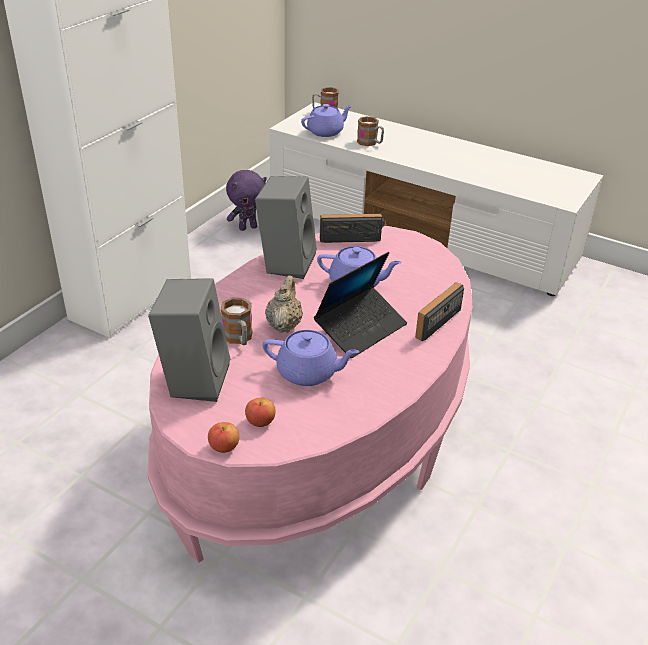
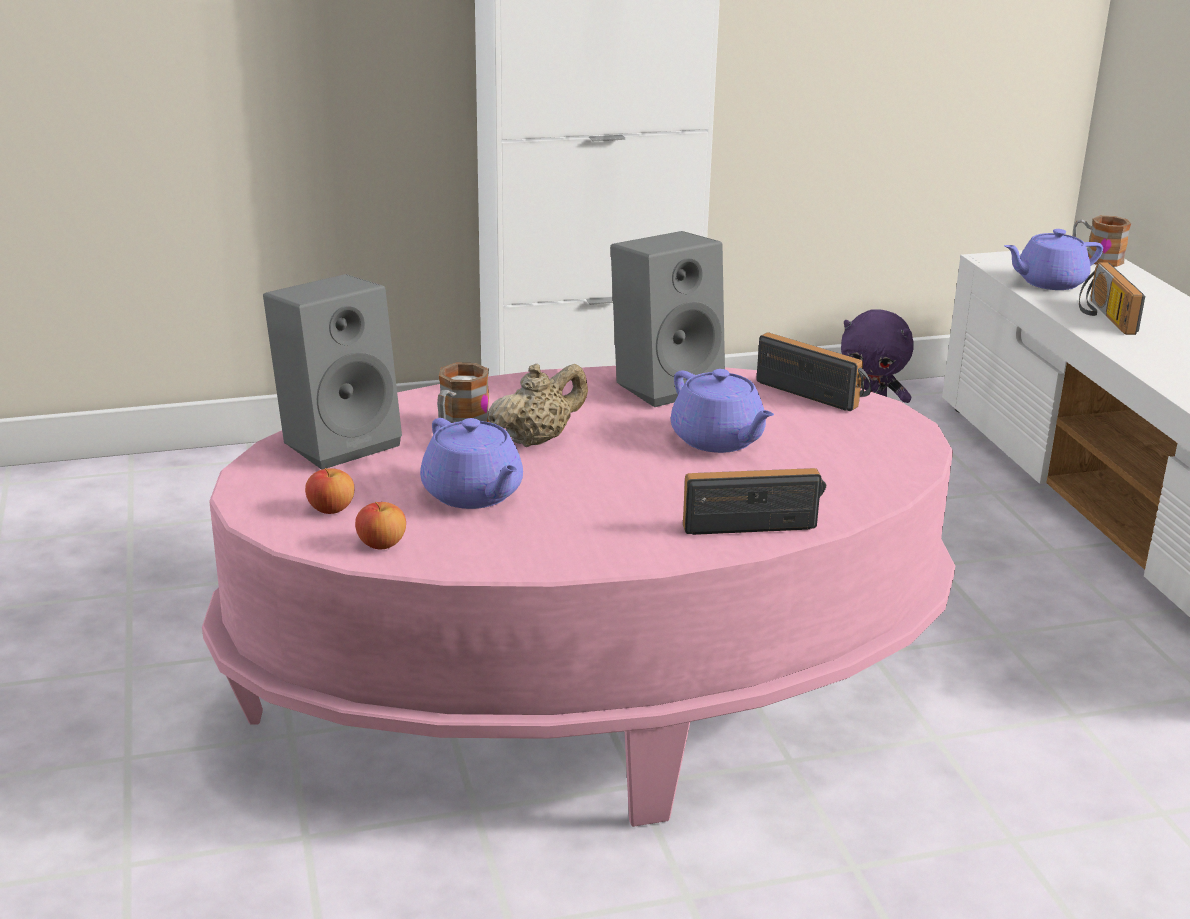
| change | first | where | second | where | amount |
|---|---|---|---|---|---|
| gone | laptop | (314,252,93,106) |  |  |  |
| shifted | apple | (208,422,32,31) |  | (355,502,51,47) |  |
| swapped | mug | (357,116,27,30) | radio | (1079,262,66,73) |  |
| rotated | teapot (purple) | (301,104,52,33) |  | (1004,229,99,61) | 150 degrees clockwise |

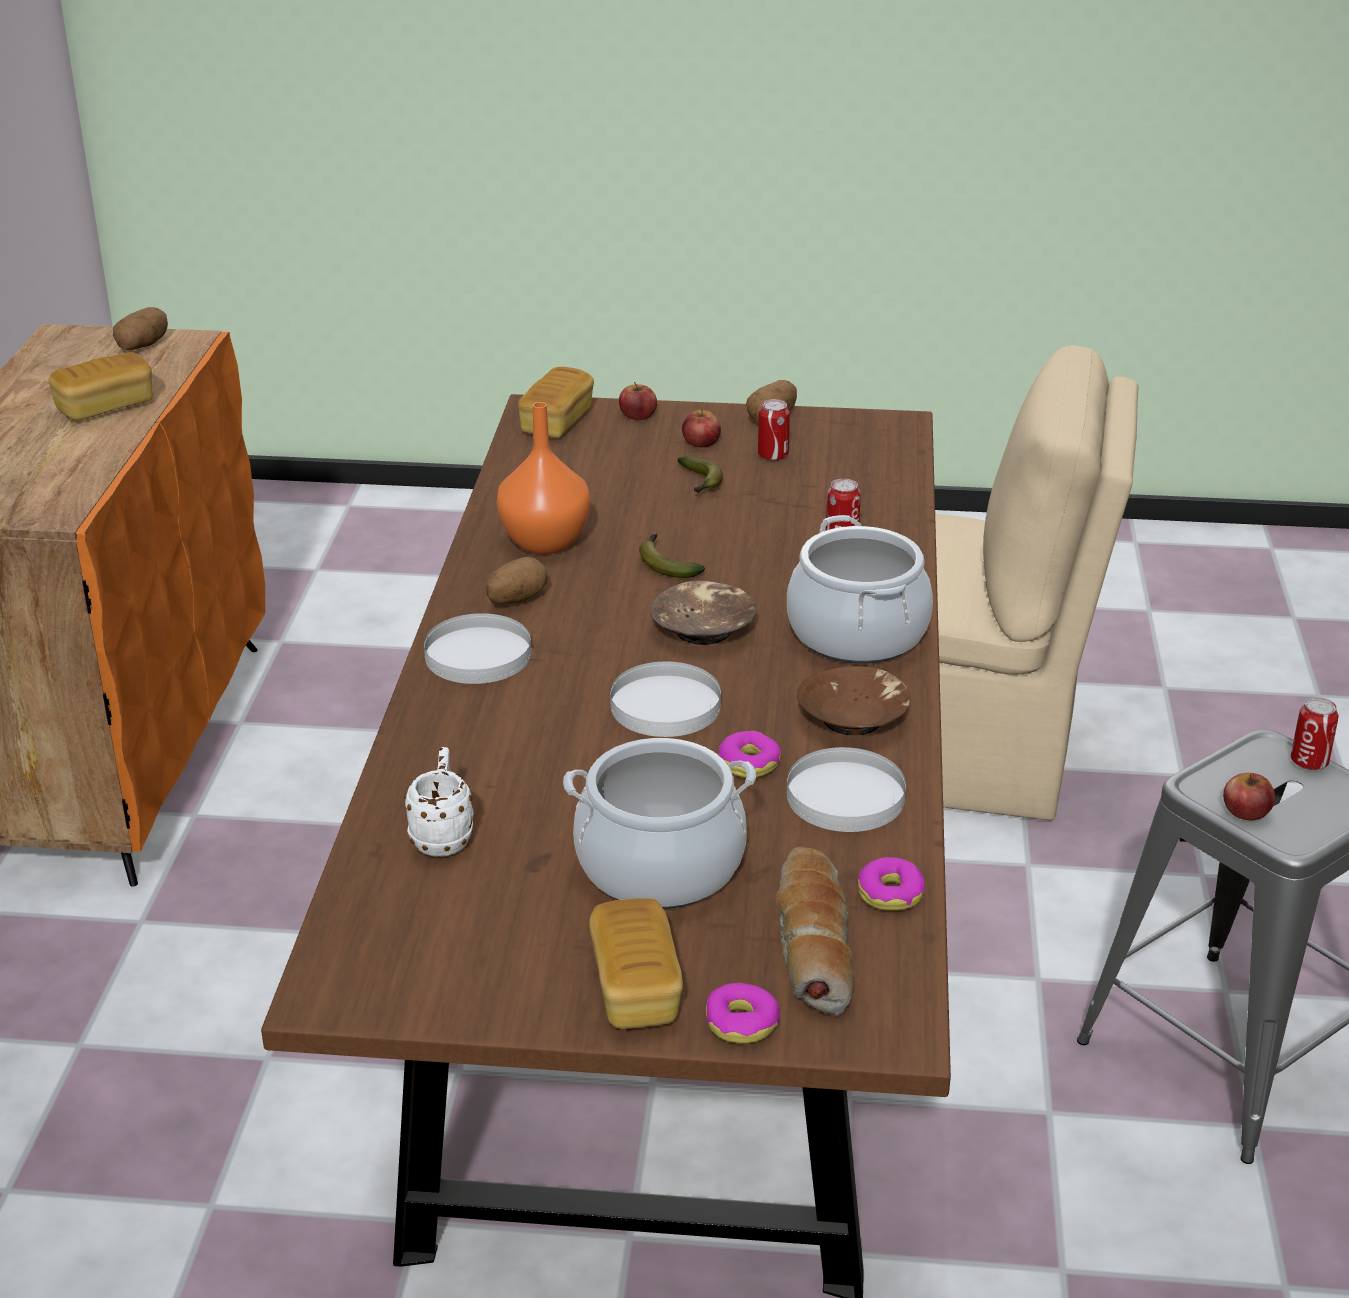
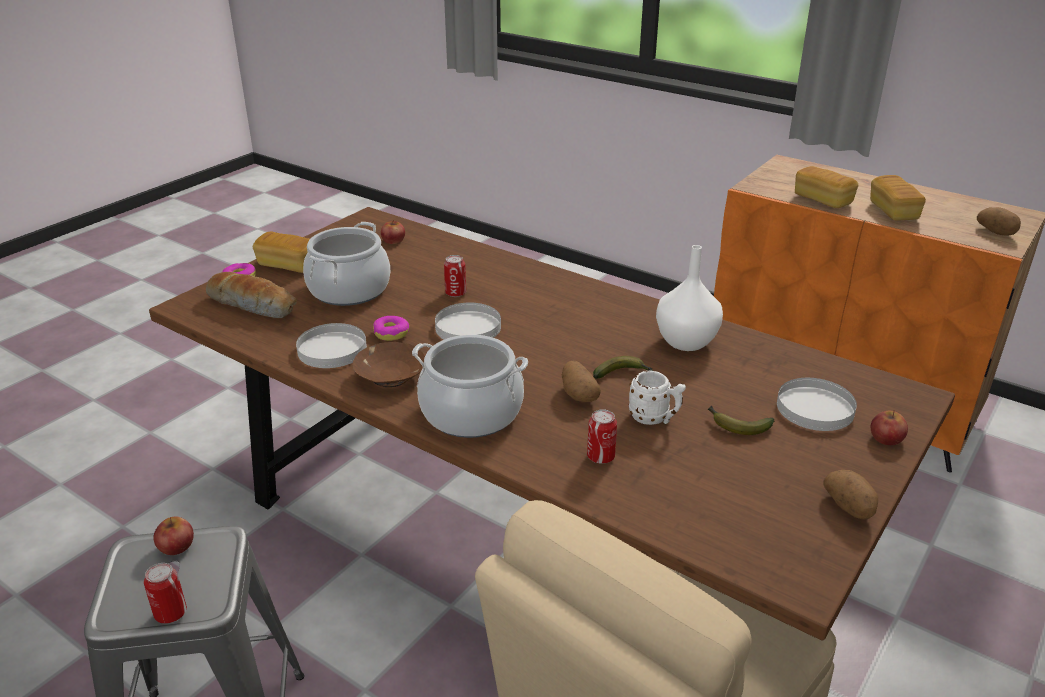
| change | first | where | second | where | amount |
|---|---|---|---|---|---|
| gone | bowl (brown) | (651,580,105,65) |  |  |  |
| gone | donut | (857,857,68,54) |  |  |  |
| shifted | mug (white) | (404,747,70,110) |  | (628,370,58,55) |  |
| shifted | plate (white) | (424,613,107,71) |  | (777,378,80,53) |  |
| shifted | potato | (486,557,61,47) |  | (562,361,39,41) |  |
| shifted | bread | (518,367,76,71) |  | (795,166,63,42) |  |
| shifted | apple | (682,407,39,40) |  | (381,220,24,24) |  |
| shifted | can | (758,399,32,62) |  | (444,255,22,42) |  |
| repainted | vase (orange) | (497,402,93,152) | vase (white) | (656,245,67,106) |  |

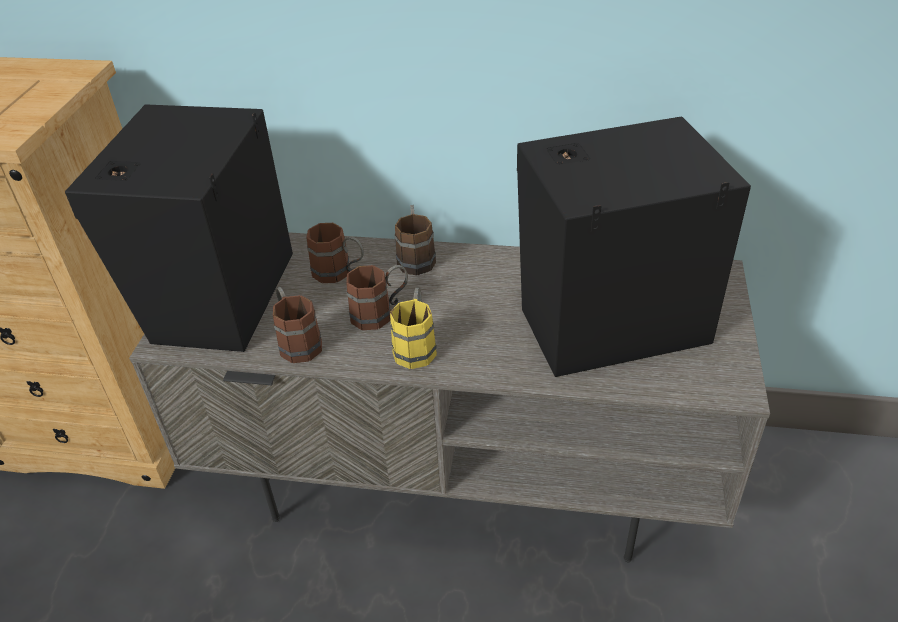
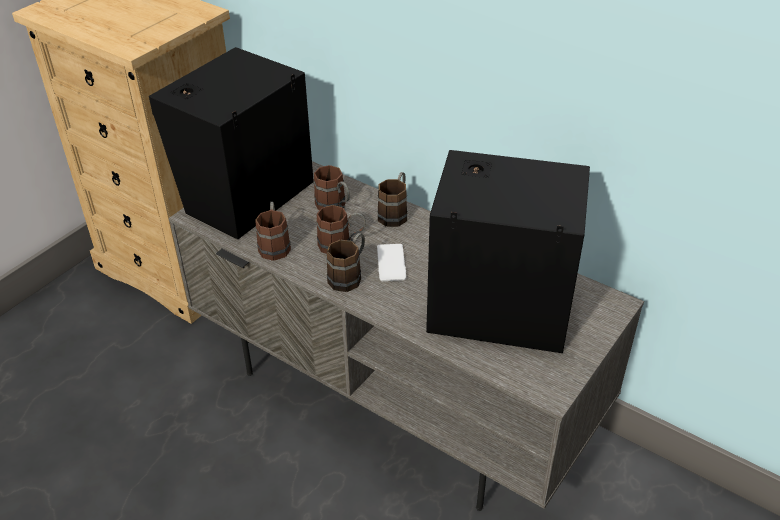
| change | first | where | second | where | amount |
|---|---|---|---|---|---|
| new |  |  | phone | (377,244,29,37) |  |
| repainted | mug (yellow) | (390,288,47,81) | mug (brown) | (326,233,39,59) |  |

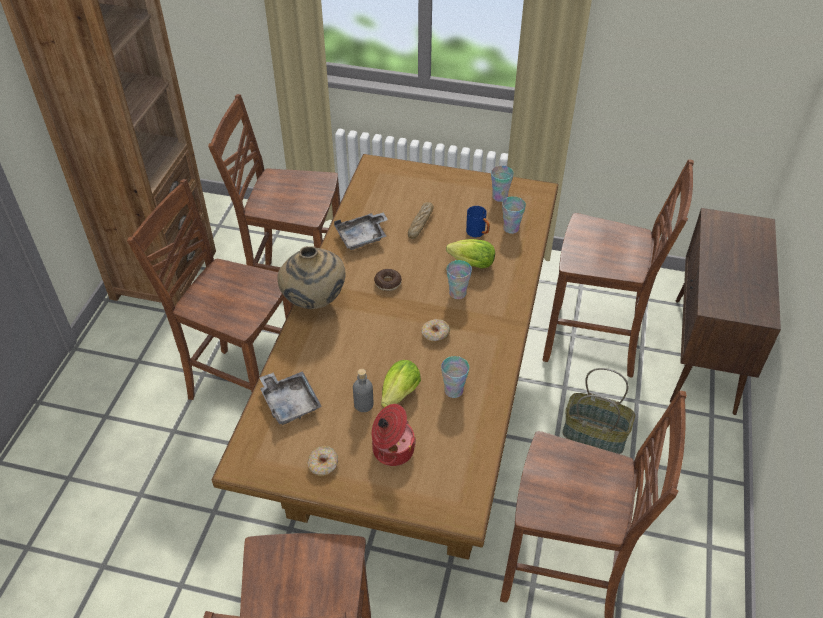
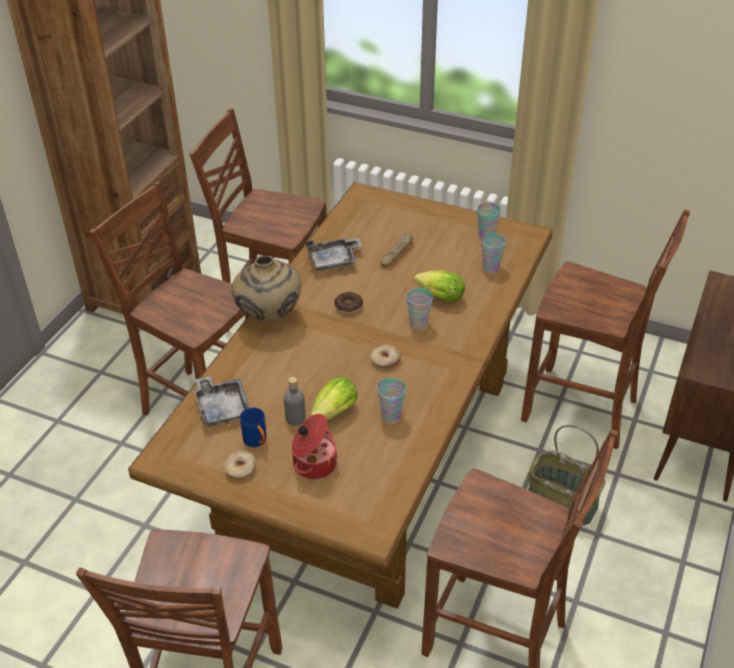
| change | first | where | second | where | amount |
|---|---|---|---|---|---|
| shifted | mug (blue) | (466,206,24,31) |  | (240,407,27,40) |  |

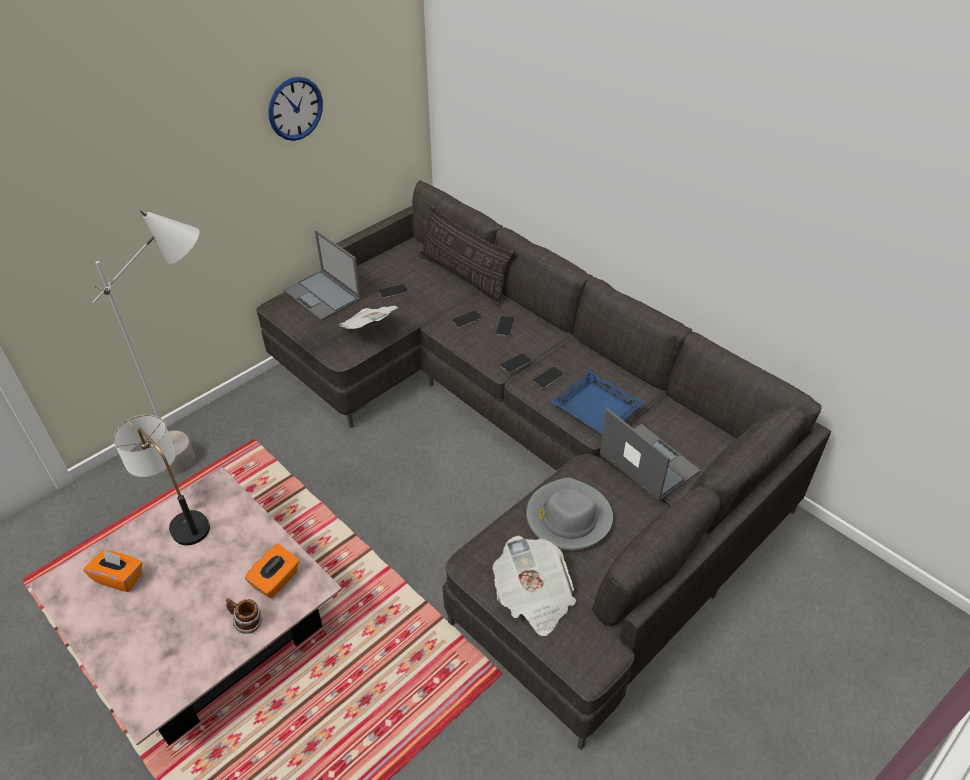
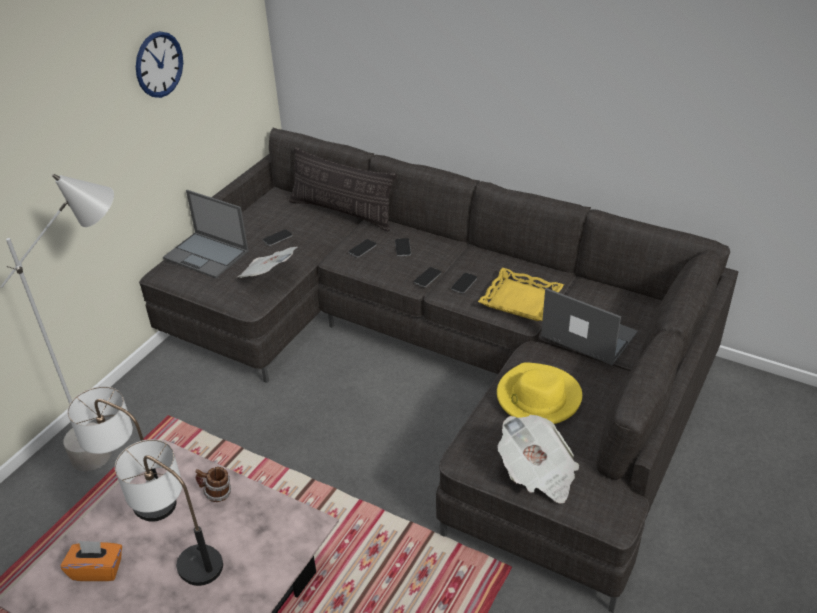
| change | first | where | second | where | amount |
|---|---|---|---|---|---|
| gone | tissue box (orange) | (245,544,54,54) |  |  |  |
| new |  |  | table lamp | (115,439,108,147) |  |
| shifted | mug | (225,598,38,36) |  | (195,467,36,35) |  |
| repainted | hat (grey) | (526,477,87,73) | hat (yellow) | (497,362,85,62) |  |
| repainted | tray (blue) | (550,370,95,64) | tray (yellow) | (478,268,86,53) |  |

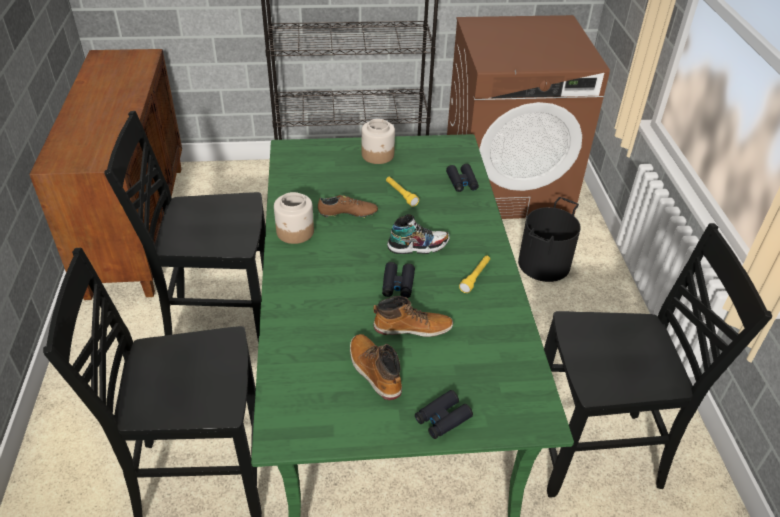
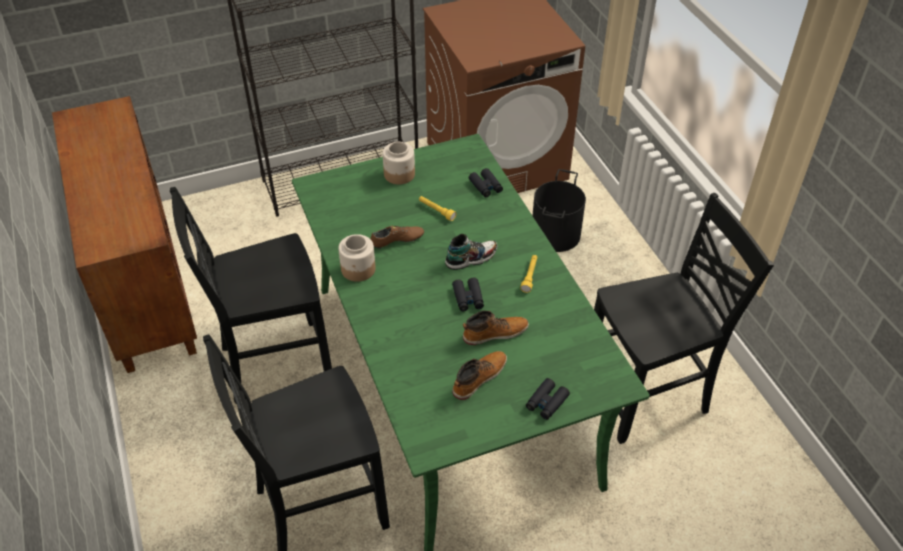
| change | first | where | second | where | amount |
|---|---|---|---|---|---|
| rotated | boot | (350,334,52,66) |  | (452,351,55,49) | 90 degrees clockwise |

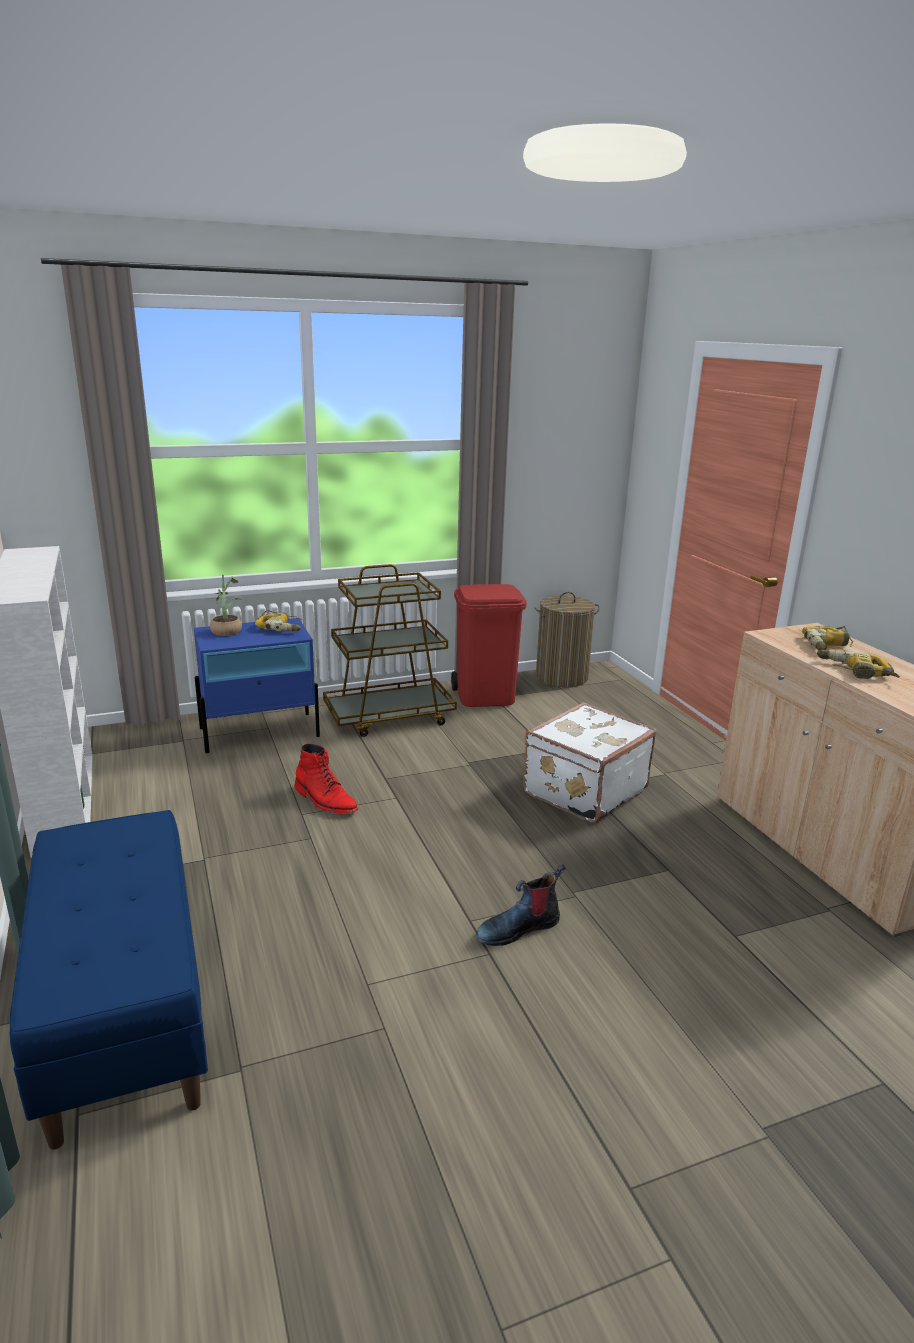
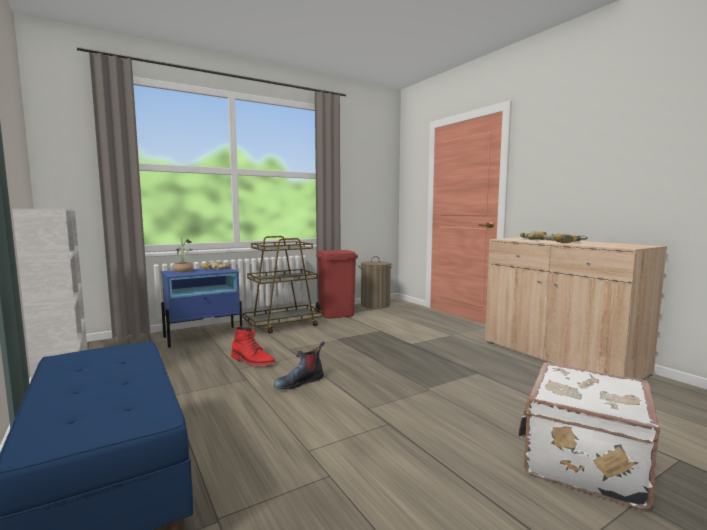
| change | first | where | second | where | amount |
|---|---|---|---|---|---|
| shifted | boot | (476,864,90,82) |  | (274,341,51,49) |  |
| shifted | suitcase (white) | (523,702,134,121) |  | (518,362,142,148) |  |

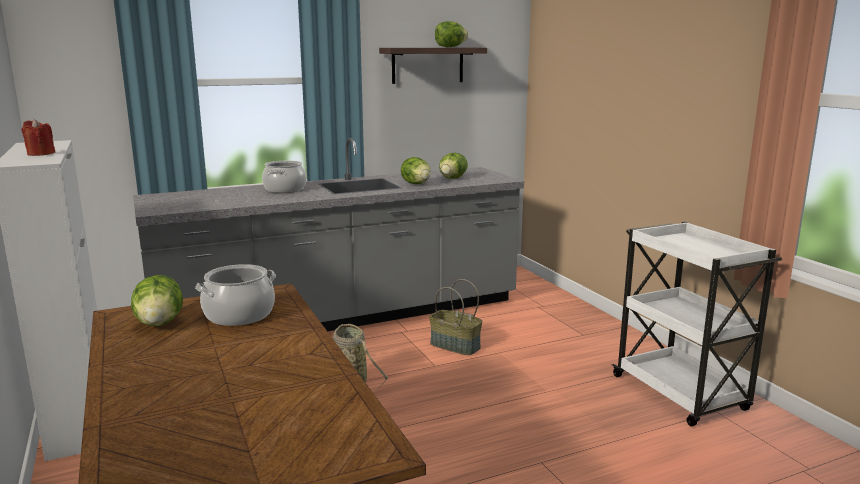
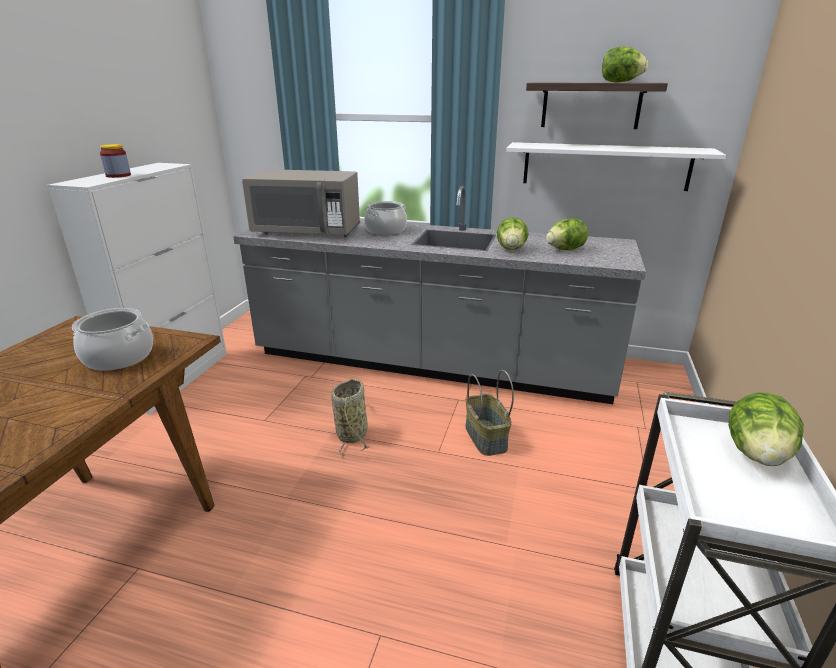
| change | first | where | second | where | amount |
|---|---|---|---|---|---|
| new |  |  | microwave (grey) | (242,169,118,68) |  |
| new |  |  | shelf (white) | (506,142,220,49) |  |
| shifted | lettuce | (131,275,52,51) |  | (729,392,75,74) |  |
| swapped | candle (red) | (21,119,35,37) | jar | (100,144,31,34) |  |

